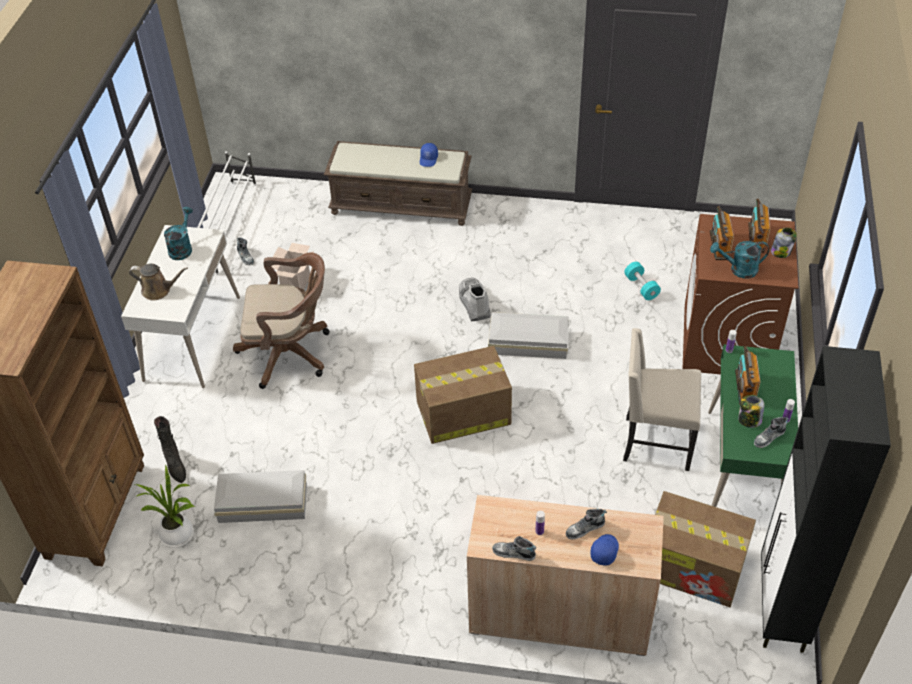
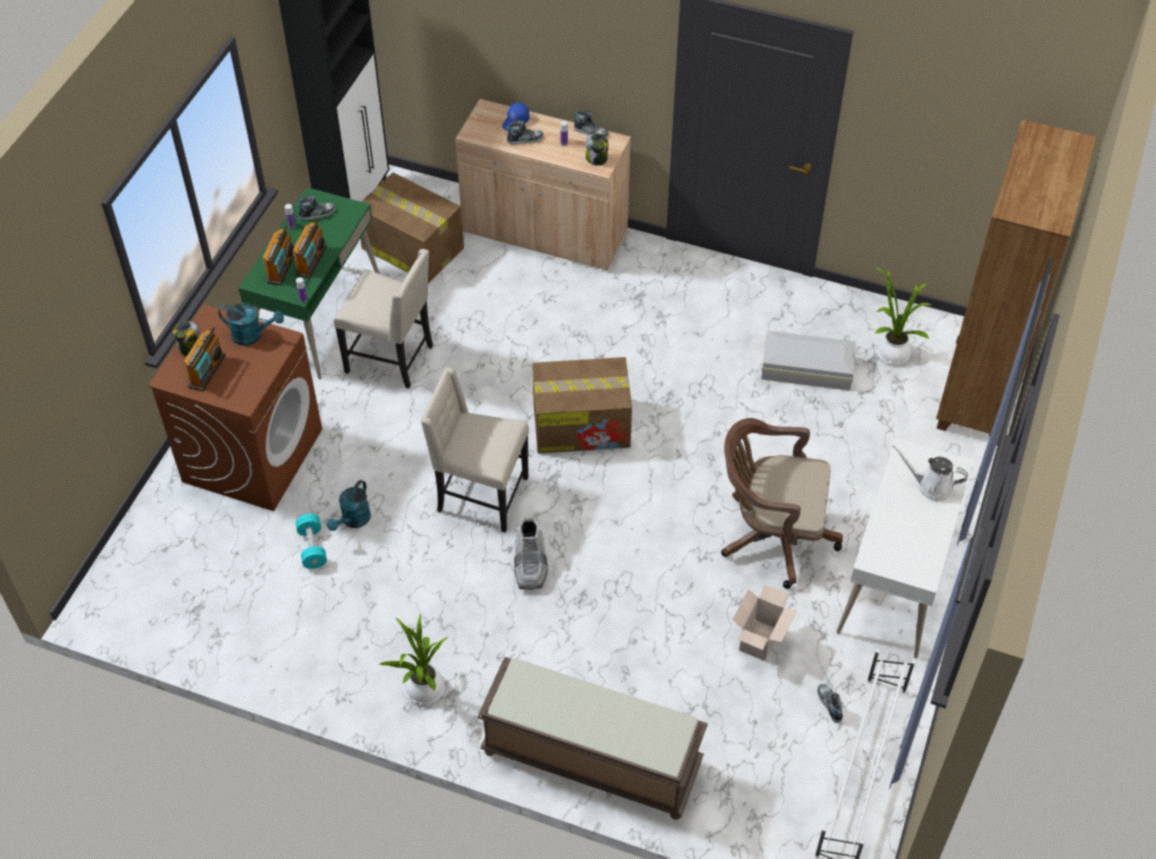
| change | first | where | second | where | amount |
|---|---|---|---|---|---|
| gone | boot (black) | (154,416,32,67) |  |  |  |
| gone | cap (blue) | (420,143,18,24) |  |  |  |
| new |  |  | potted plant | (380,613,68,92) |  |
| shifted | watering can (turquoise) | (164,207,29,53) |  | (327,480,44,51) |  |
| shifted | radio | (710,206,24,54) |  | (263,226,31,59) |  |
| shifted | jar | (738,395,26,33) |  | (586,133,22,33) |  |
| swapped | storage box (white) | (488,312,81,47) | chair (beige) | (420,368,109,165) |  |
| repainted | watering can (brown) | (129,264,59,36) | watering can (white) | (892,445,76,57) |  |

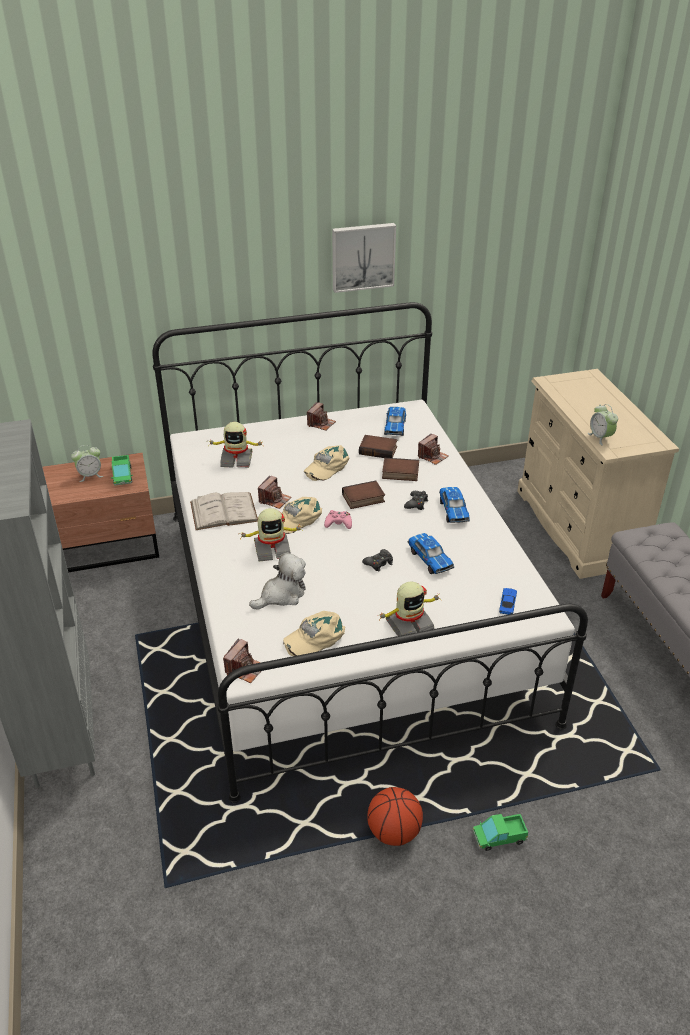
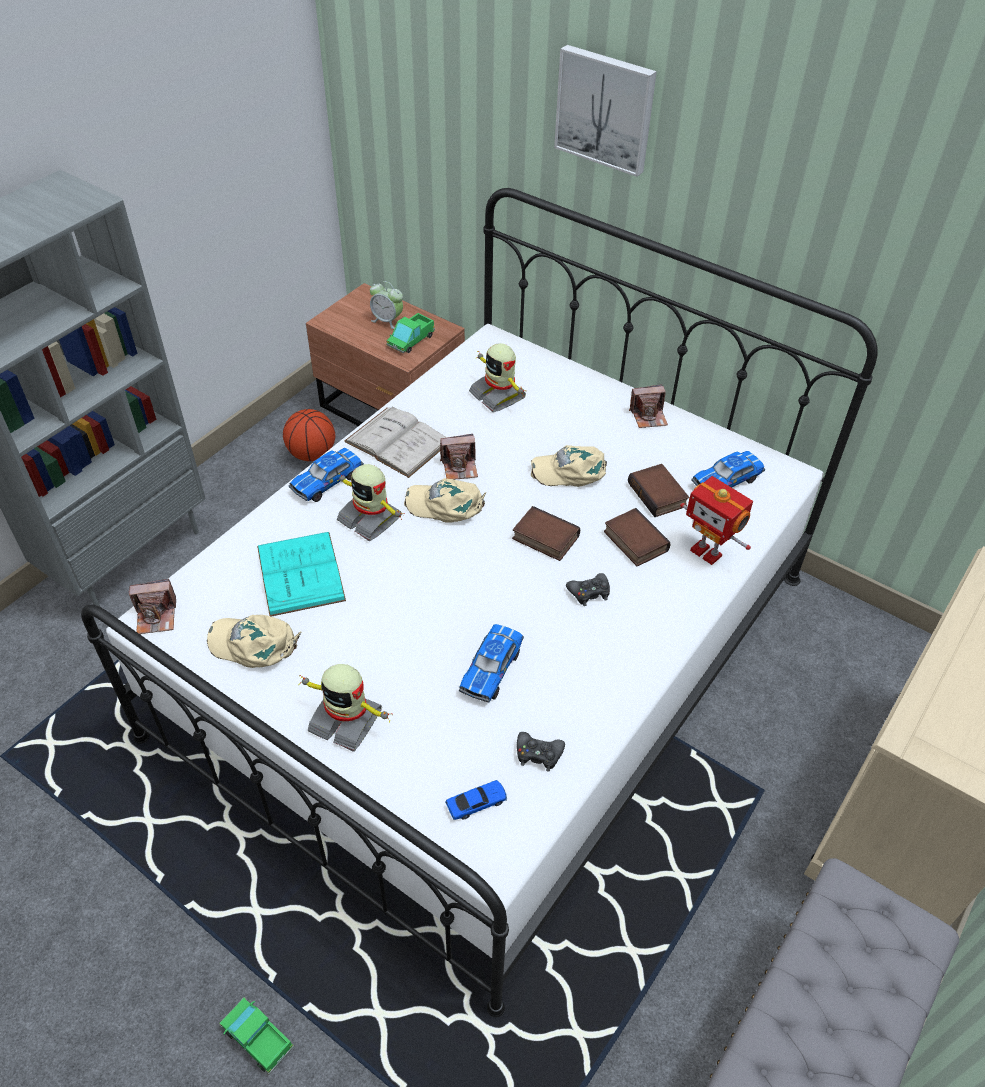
| change | first | where | second | where | amount |
|---|---|---|---|---|---|
| gone | game controller (pink) | (324,510,28,19) |  |  |  |
| gone | alarm clock | (588,404,30,42) |  |  |  |
| shifted | picture | (332,223,64,70) |  | (554,45,103,132) |  |
| shifted | game controller (black) | (362,549,31,22) |  | (517,732,48,40) |  |
| shifted | basketball | (367,787,56,59) |  | (283,409,52,52) |  |
| shifted | toy car | (439,487,31,36) |  | (289,448,75,54) |  |
| swapped | plush toy | (249,552,57,58) | book (turquoise) | (257,532,89,85) |  |
| swapped | photo camera | (418,434,31,31) | toy robot | (680,476,73,89) |  |

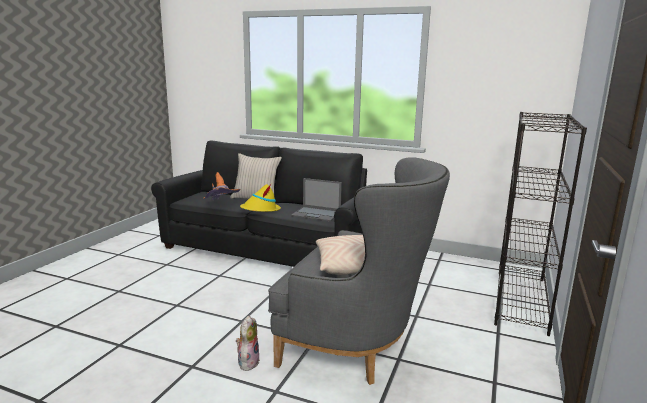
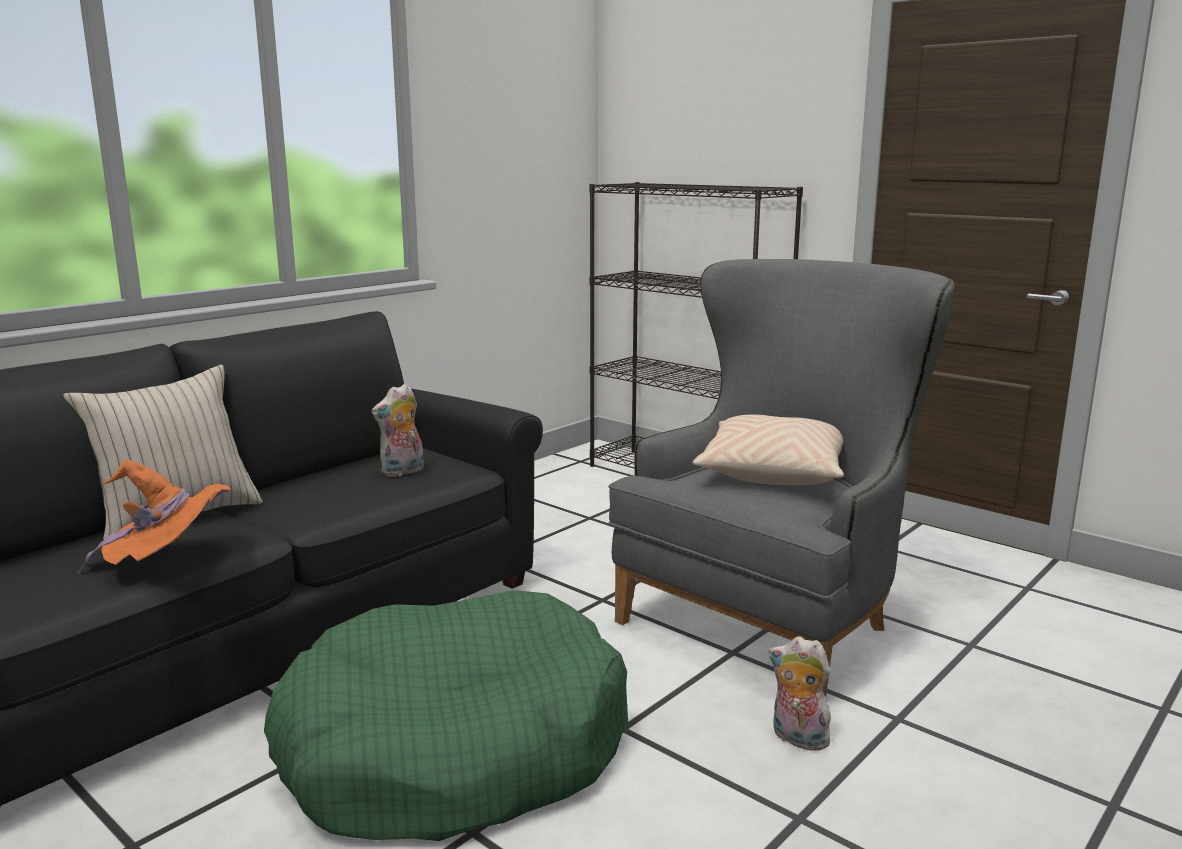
| change | first | where | second | where | amount |
|---|---|---|---|---|---|
| gone | hat (yellow) | (240,184,41,28) |  |  |  |
| new |  |  | dog bed (green) | (264,590,364,251) |  |
| swapped | laptop | (291,178,51,44) | plush toy | (372,384,52,93) |  |

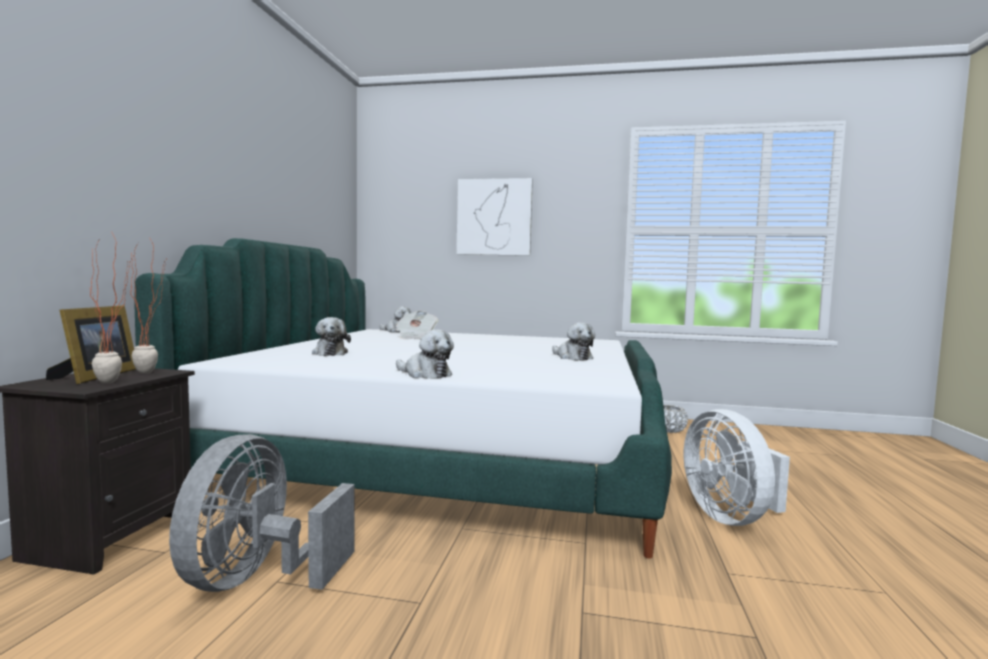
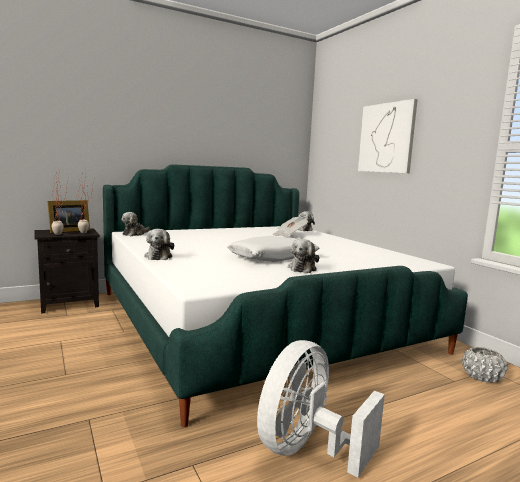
| change | first | where | second | where | amount |
|---|---|---|---|---|---|
| gone | fan (grey) | (169,434,186,158) |  |  |  |
| new |  |  | pillow (white) | (227,236,93,26) |  |
| shifted | plush toy | (312,317,39,39) |  | (121,212,29,24) |  |

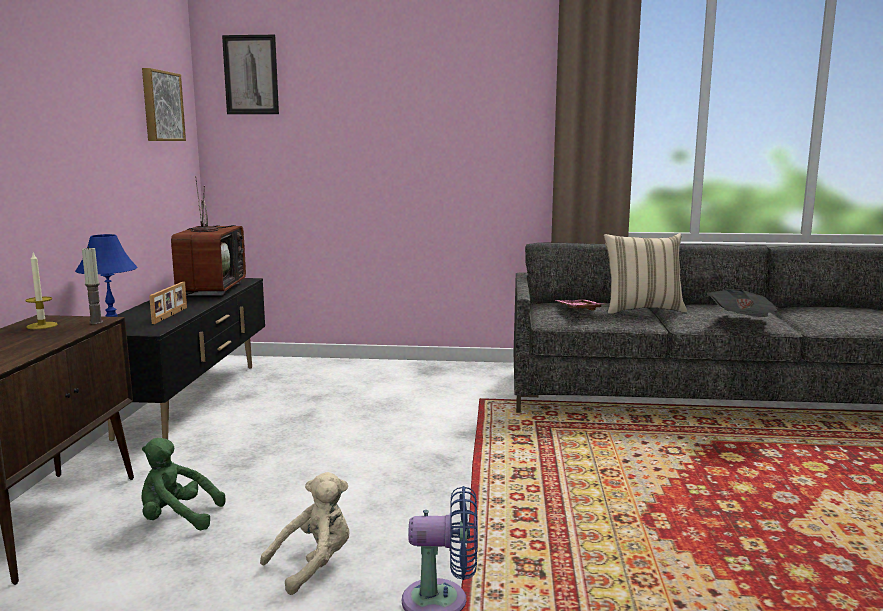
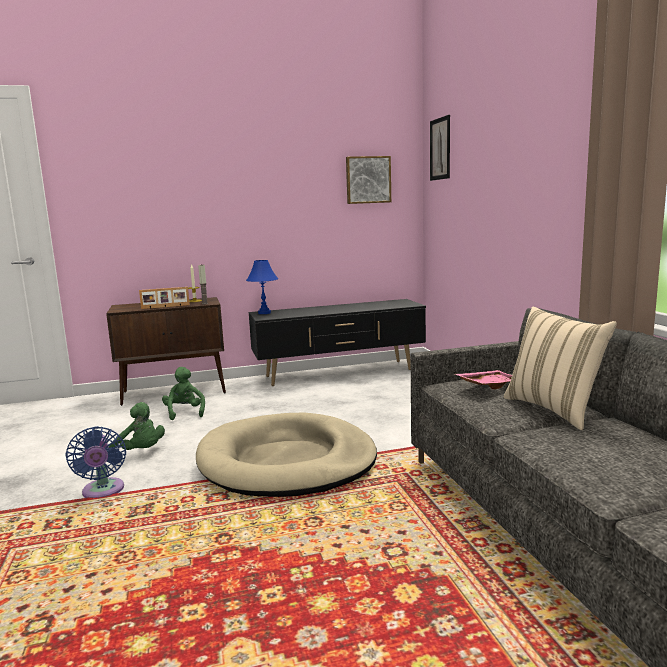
| change | first | where | second | where | amount |
|---|---|---|---|---|---|
| gone | television | (171,176,75,119) |  |  |  |
| gone | newspaper | (708,289,70,28) |  |  |  |
| new |  |  | dog bed (beige) | (196,412,181,85) |  |
| shifted | picture frame | (149,282,38,42) |  | (139,287,51,22) |  |
| repainted | plush toy (beige) | (260,472,90,123) | plush toy (green) | (109,402,56,48) |  |

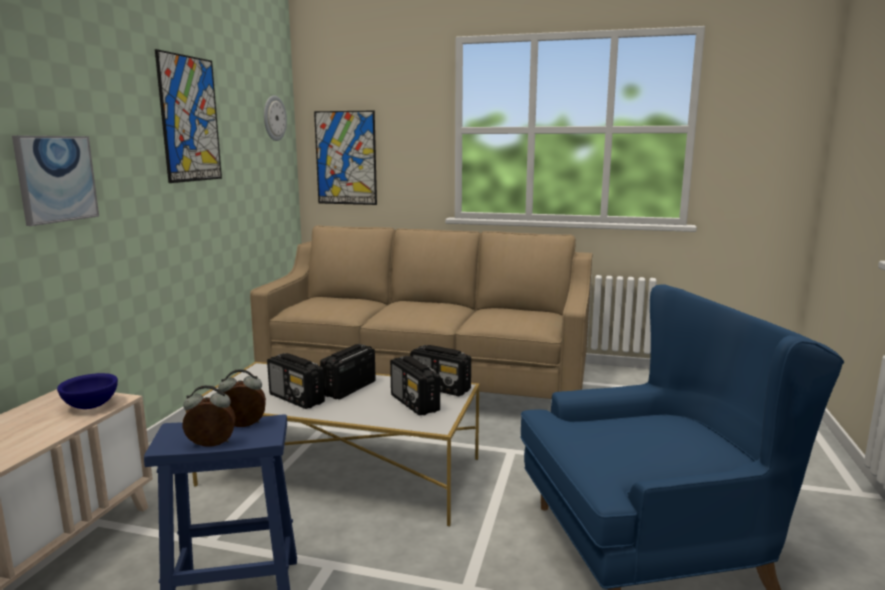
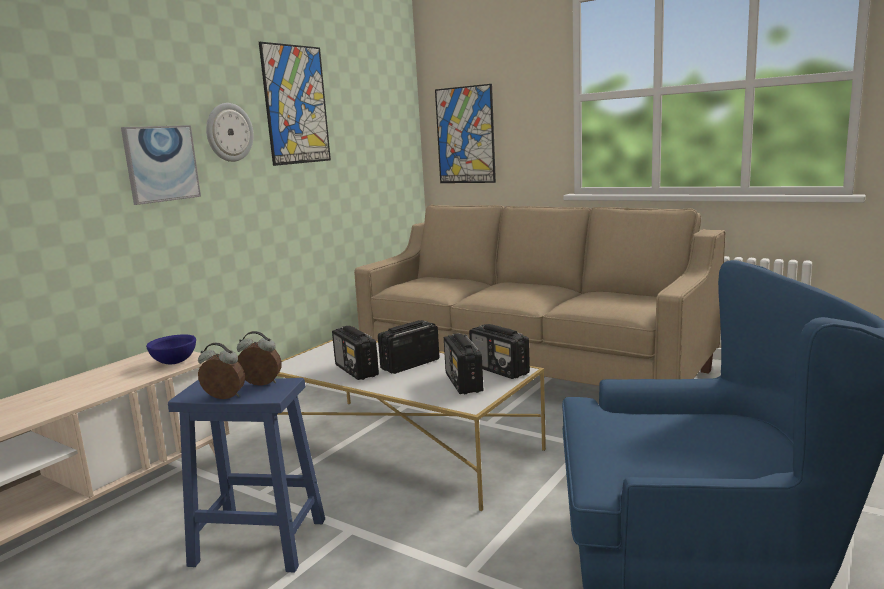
| change | first | where | second | where | amount |
|---|---|---|---|---|---|
| shifted | wall clock | (264,95,23,46) |  | (206,103,48,59) |  |

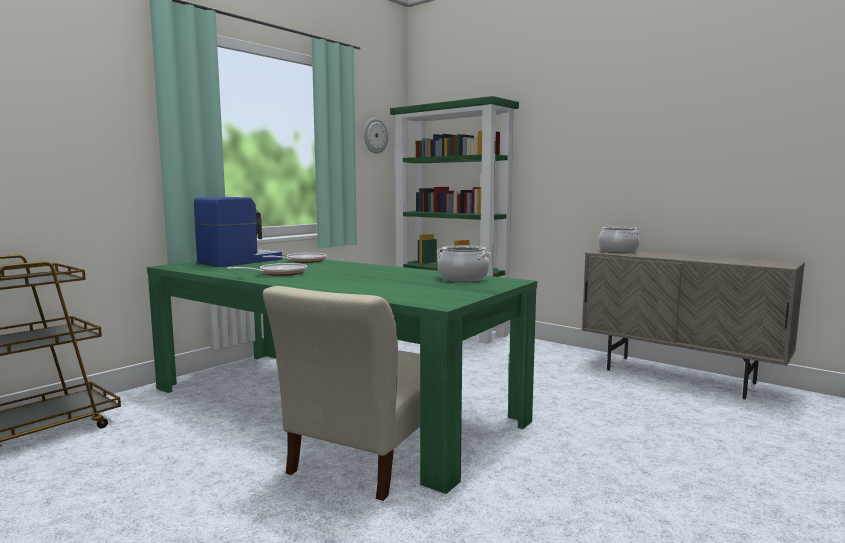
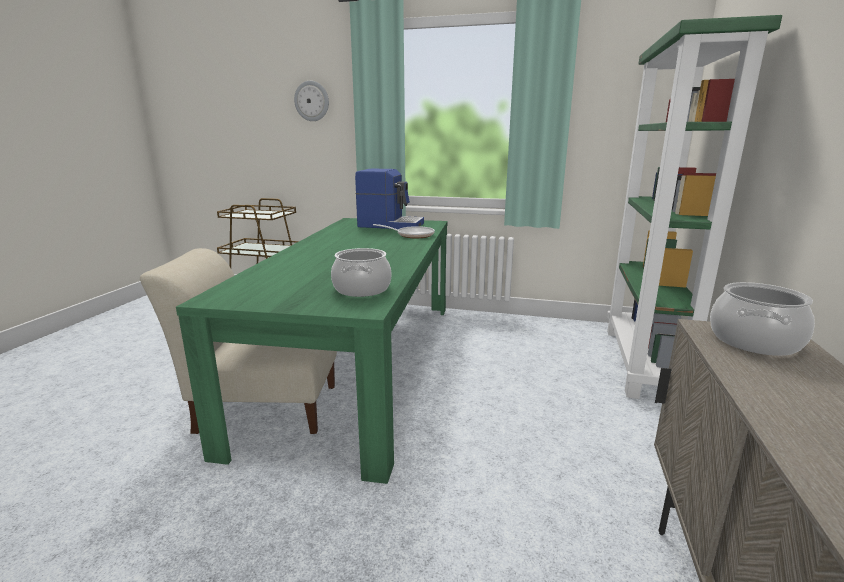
| change | first | where | second | where | amount |
|---|---|---|---|---|---|
| gone | frying pan | (227,263,80,13) |  |  |  |
| shifted | wall clock | (364,118,24,36) |  | (294,81,35,40) |  |

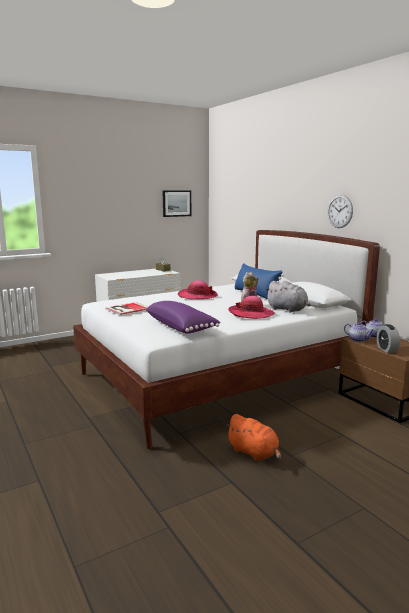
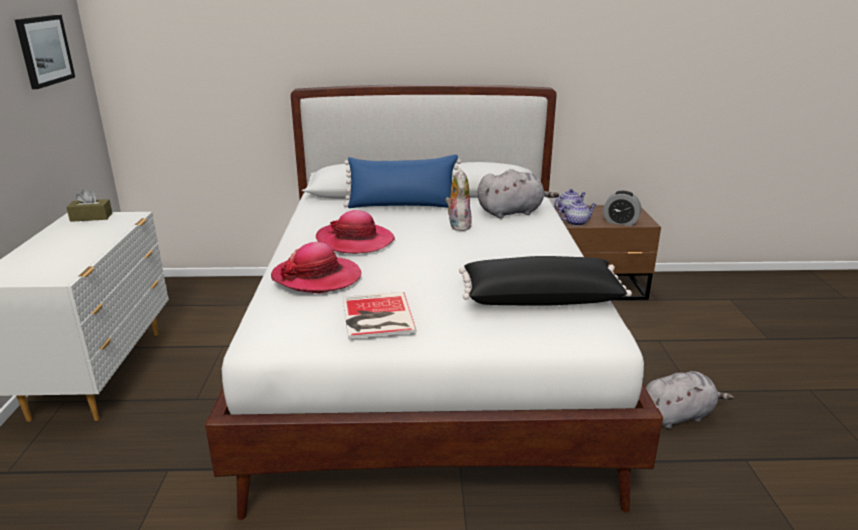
| change | first | where | second | where | amount |
|---|---|---|---|---|---|
| gone | wall clock | (327,195,26,33) |  |  |  |
| shifted | hat | (228,296,47,23) |  | (271,242,90,52) |  |
| repainted | pillow (purple) | (146,301,75,33) | pillow (black) | (459,256,173,50) |  |
| repainted | plush toy (orange) | (226,414,55,47) | plush toy (grey) | (646,371,88,58) |  |

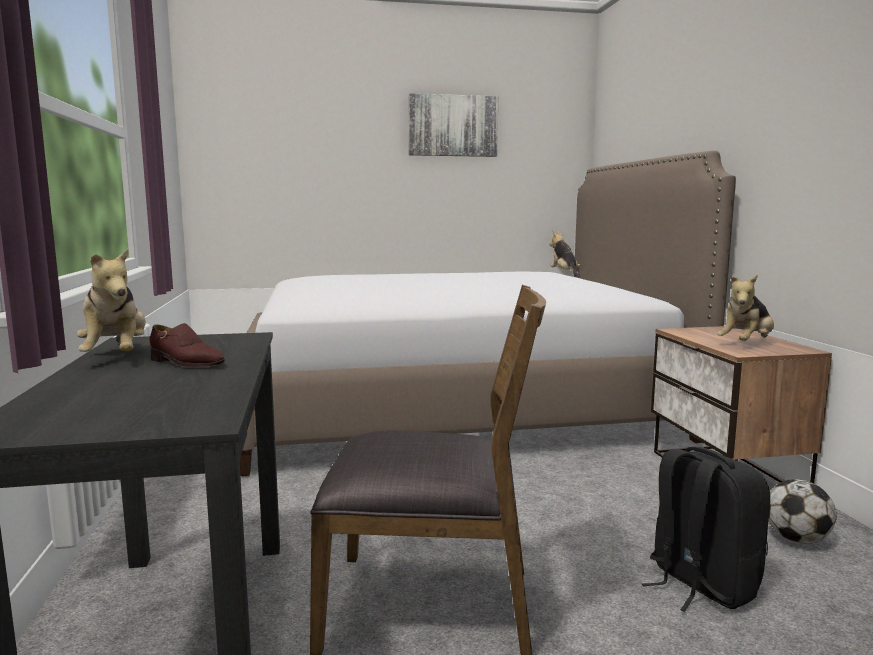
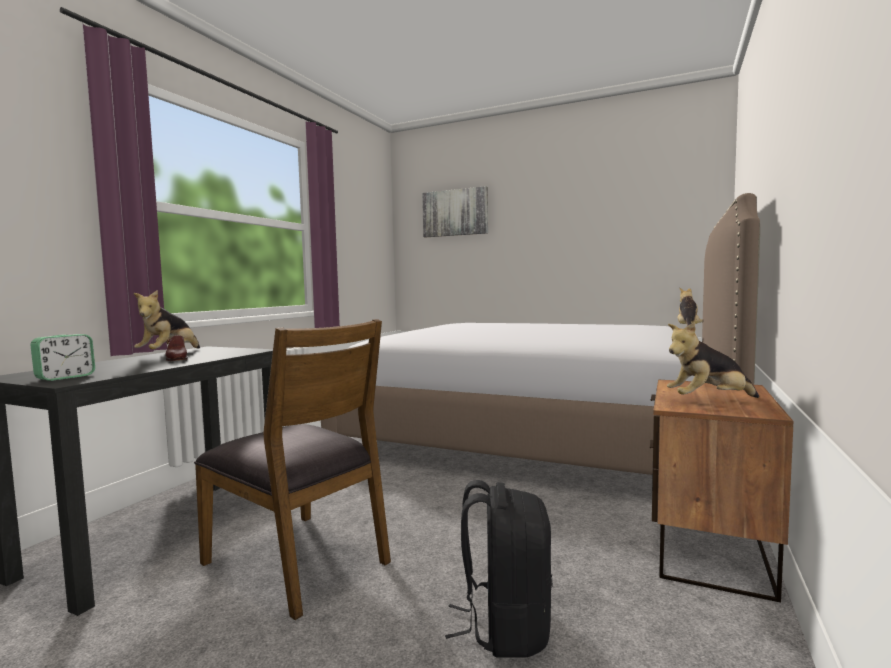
| change | first | where | second | where | amount |
|---|---|---|---|---|---|
| gone | football | (769,479,67,65) |  |  |  |
| new |  |  | alarm clock | (31,334,64,47) |  |
| shifted | picture | (408,93,90,64) |  | (422,186,66,51) |  |

